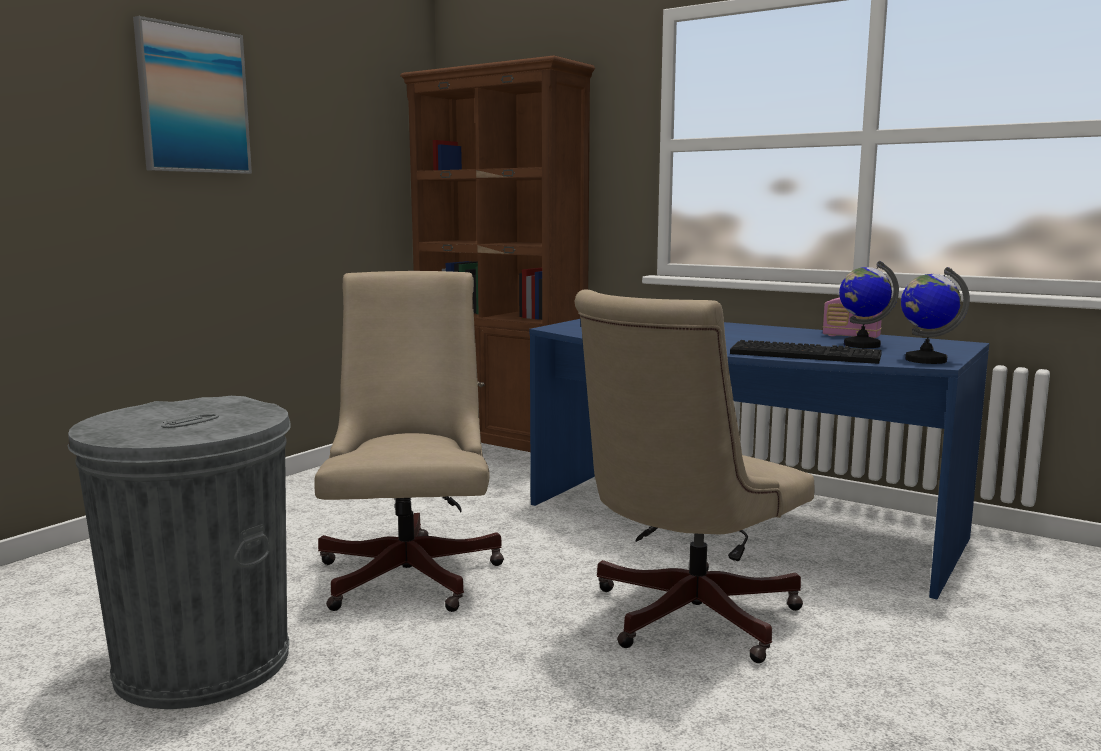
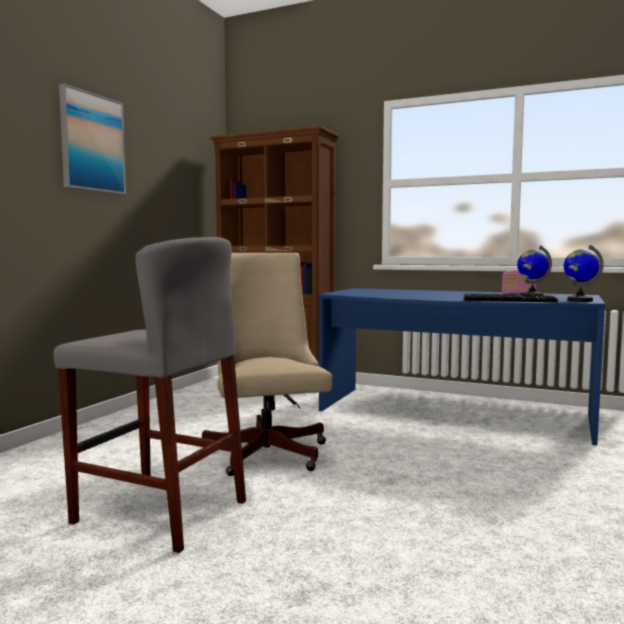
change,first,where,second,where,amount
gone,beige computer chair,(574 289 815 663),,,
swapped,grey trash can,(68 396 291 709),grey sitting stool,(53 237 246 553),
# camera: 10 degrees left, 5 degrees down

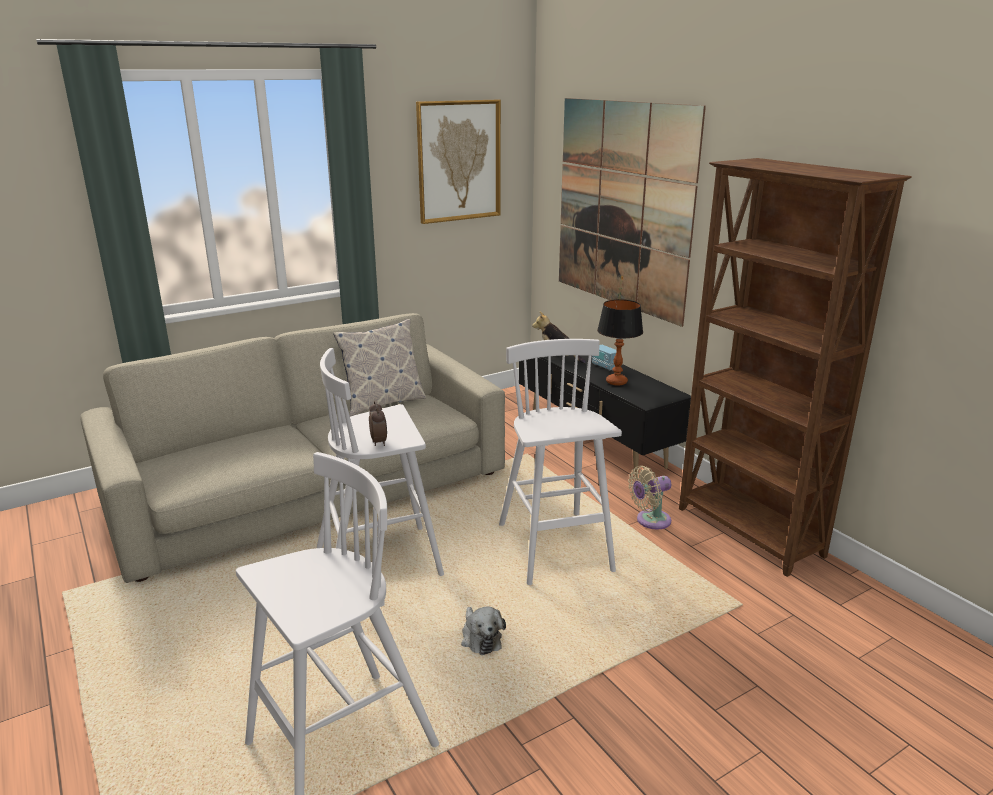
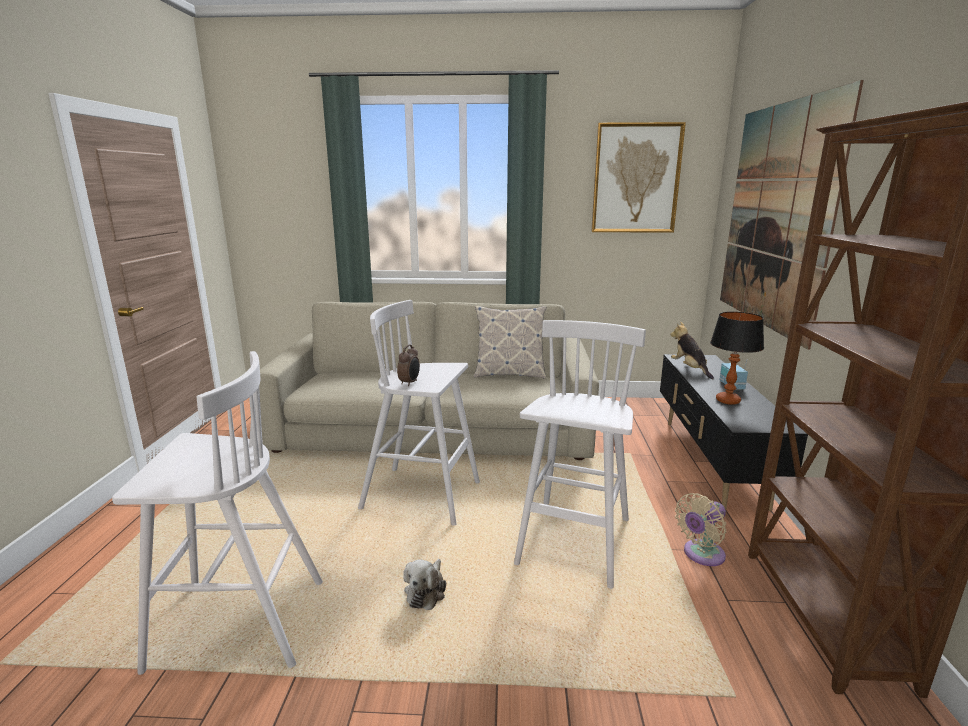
change,first,where,second,where,amount
rotated,beige fan,(628 466 671 530),,(675 493 726 566),45 degrees counterclockwise
# camera: 35 degrees right, 5 degrees down

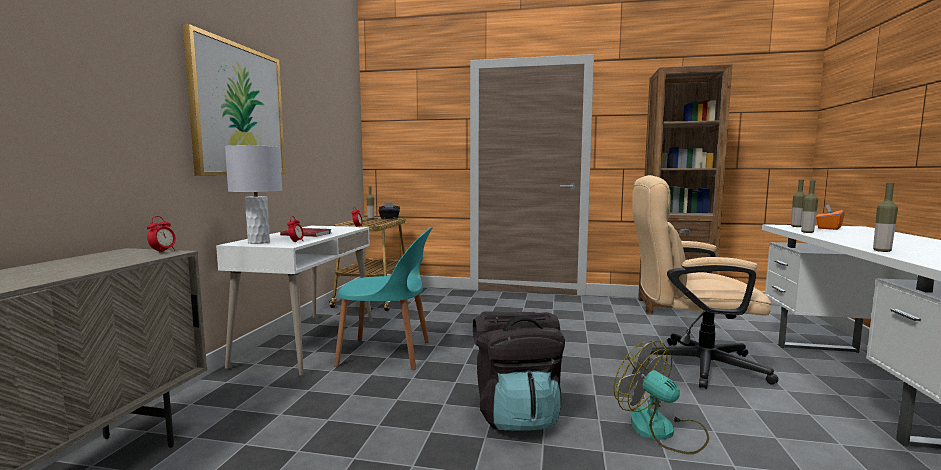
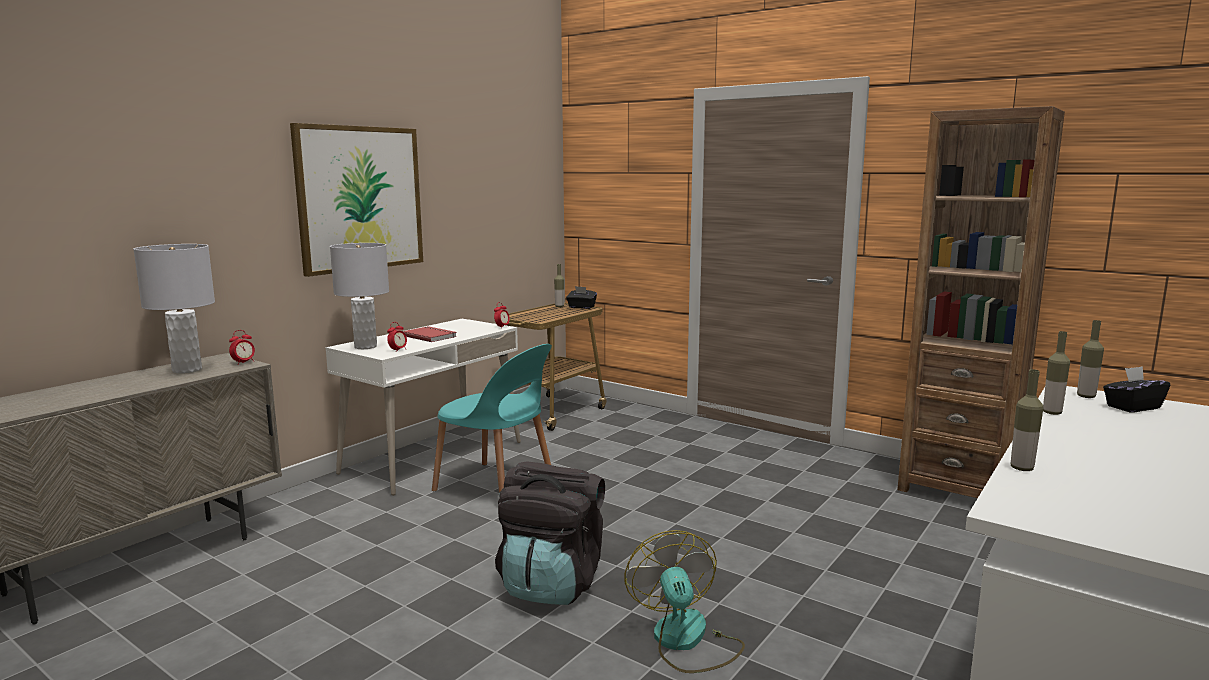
change,first,where,second,where,amount
gone,beige computer chair,(632 175 779 389),,,
repainted,orangey tissue holder,(816 204 845 230),black-coloured tissue holder,(1103 366 1170 413),
new,,,grey table lamp,(133 244 215 374),
# camera: 25 degrees right, 5 degrees up

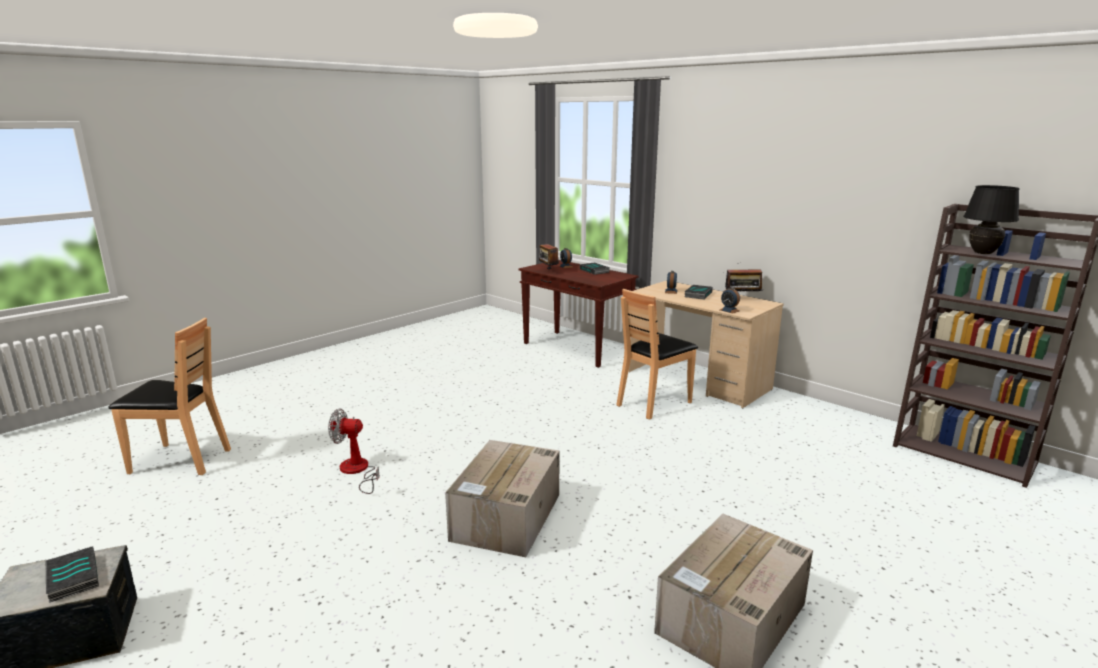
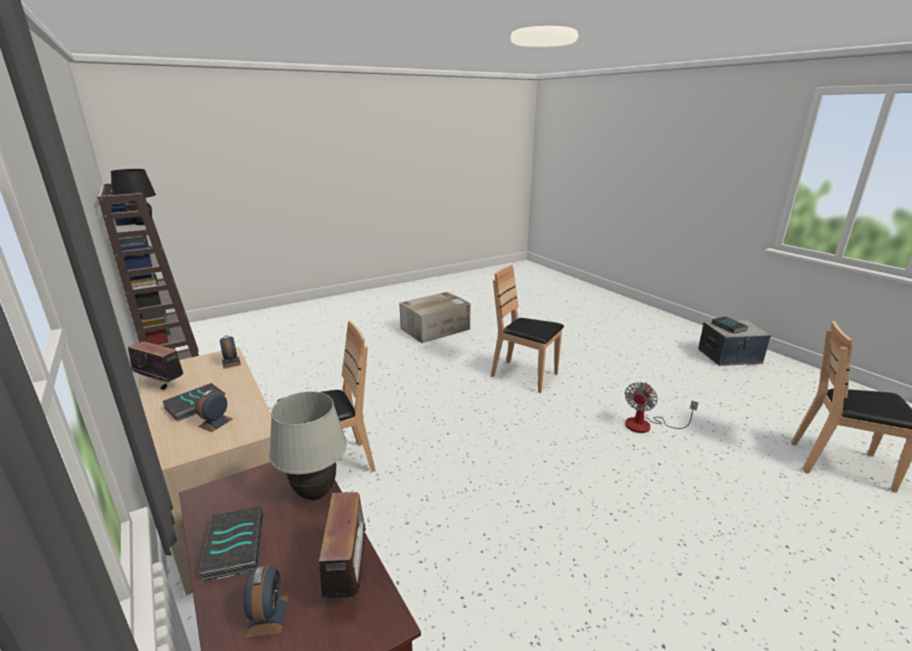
change,first,where,second,where,amount
rotated,fan,(328 408 380 494),,(625 382 699 433),105 degrees clockwise
swapped,packing box,(445 440 560 557),brownish plain chair,(491 265 564 393),
new,,,white table lamp,(269 391 347 500),
# camera: 165 degrees left, 5 degrees up

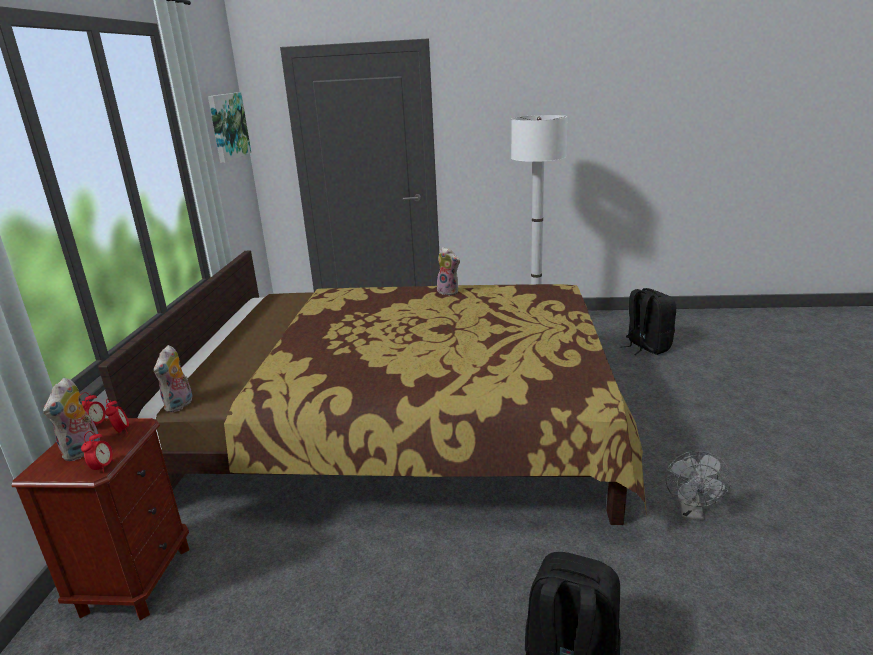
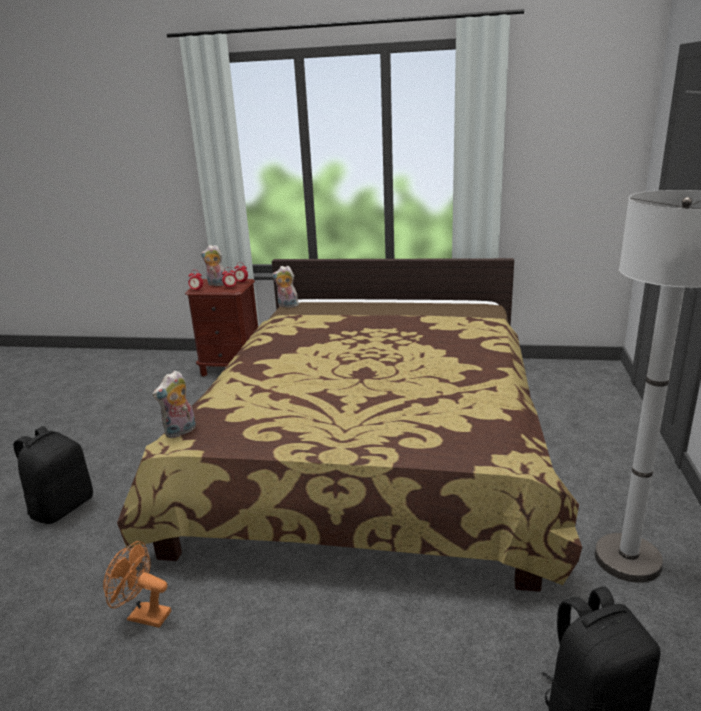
change,first,where,second,where,amount
gone,wall art,(208 92 251 163),,,
shifted,soft toy,(437 247 460 296),,(152 370 196 438),
repainted,grey fan,(665 451 731 520),orangey fan,(103 541 171 628),
# camera: 95 degrees right, 0 degrees up

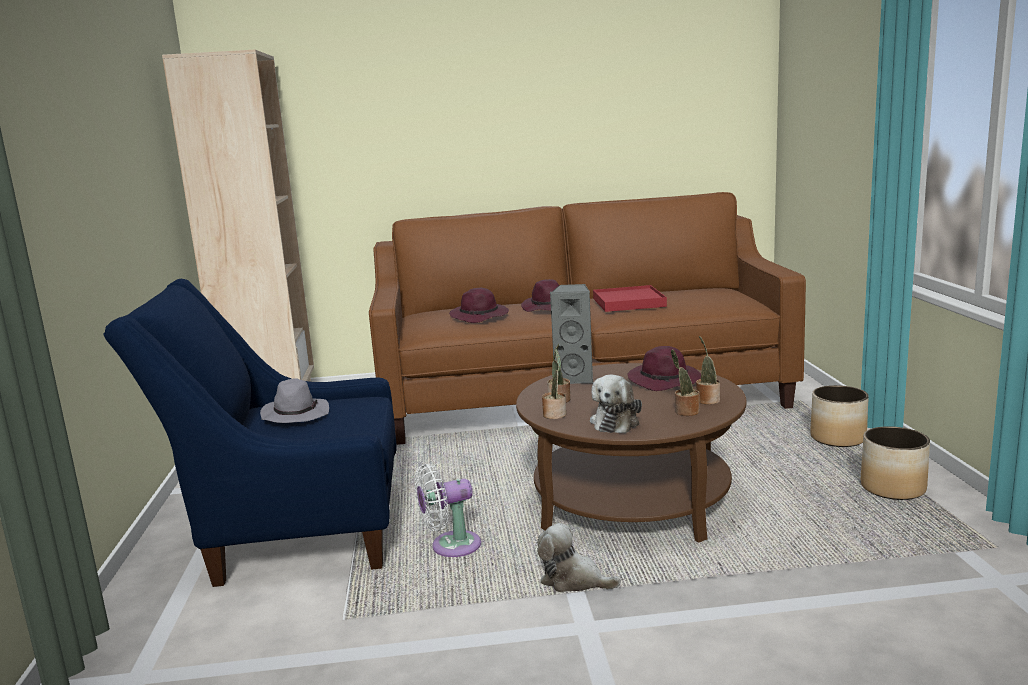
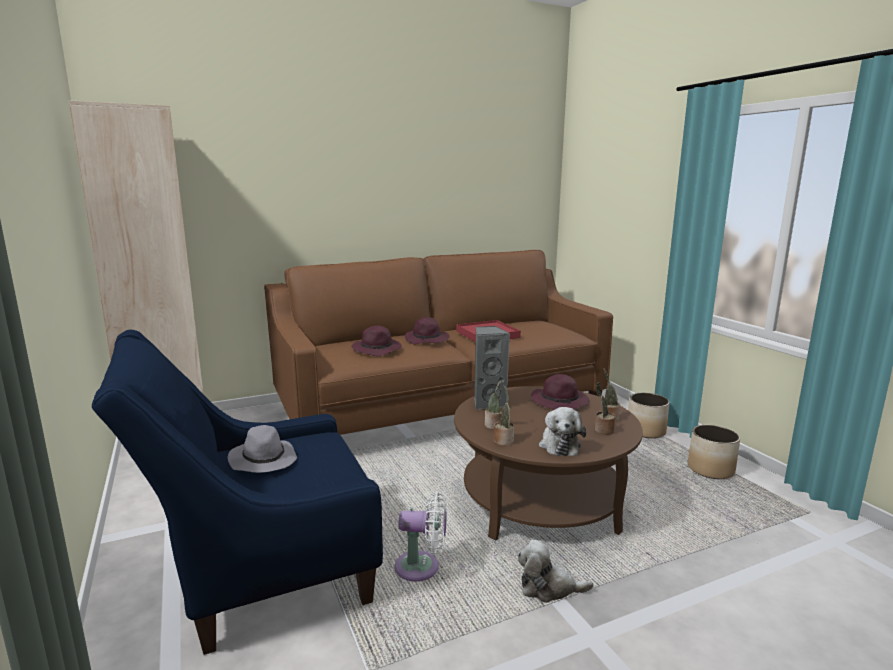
change,first,where,second,where,amount
rotated,white fan,(414 464 481 557),,(395 491 447 581),135 degrees counterclockwise
# camera: 20 degrees left, 0 degrees up

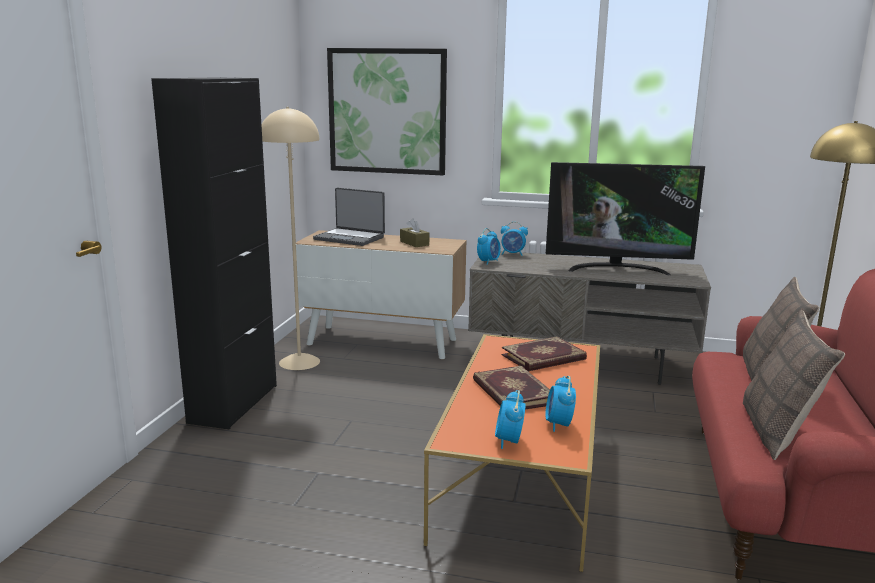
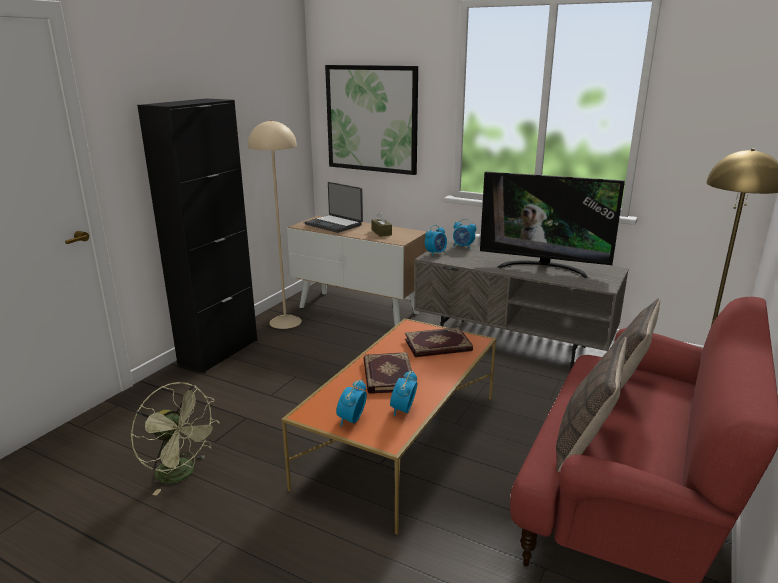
change,first,where,second,where,amount
new,,,green fan,(131 382 219 495),
# camera: 15 degrees right, 5 degrees up

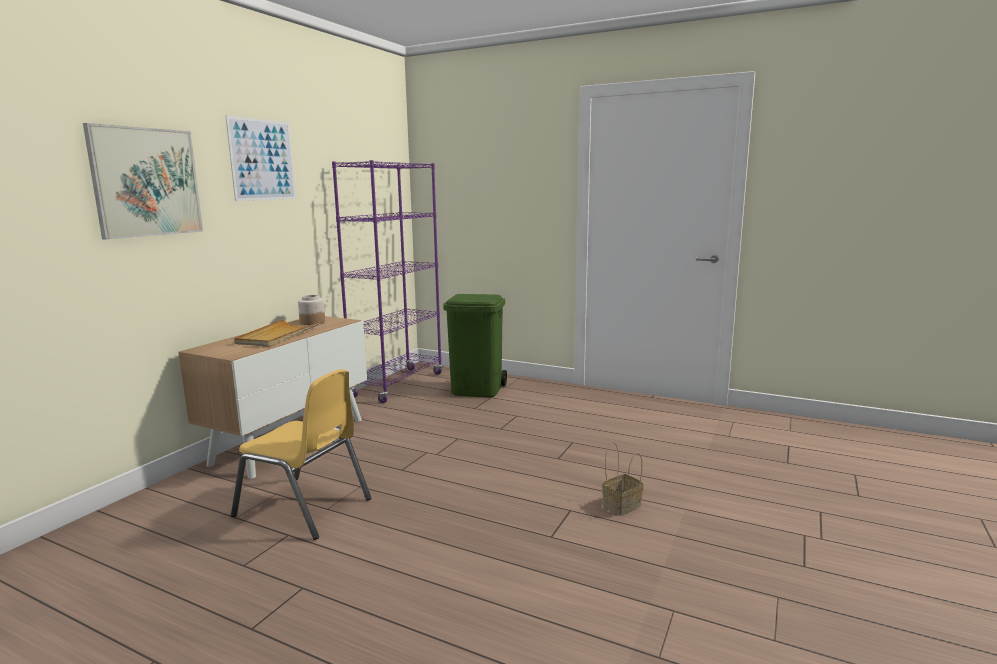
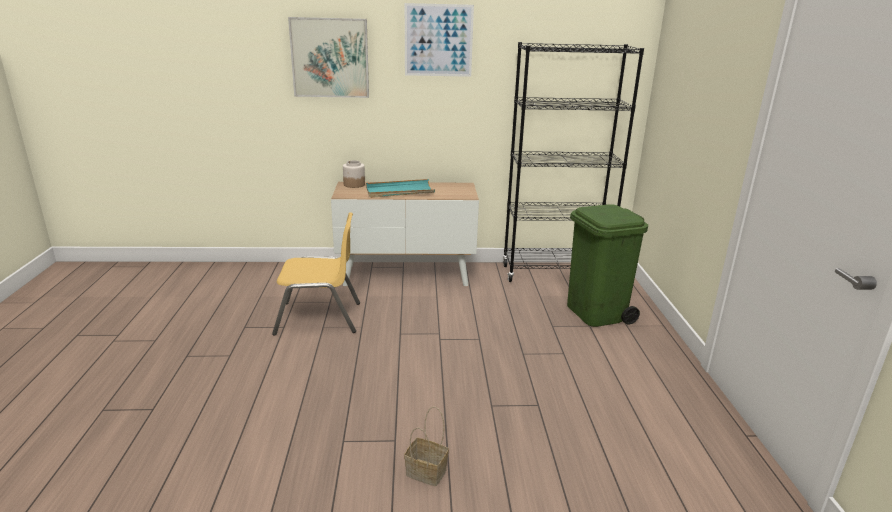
change,first,where,second,where,amount
repainted,purple-coloured bookshelf,(332 160 443 403),black-coloured bookshelf,(502 42 644 282),
shifted,storage jar,(298 295 325 325),,(343 160 365 188),
repainted,beige tray,(234 319 320 347),blue-green tray,(366 179 435 198),
rotated,yellow plain chair,(231 369 371 540),,(272 212 360 336),90 degrees counterclockwise
# camera: 60 degrees right, 10 degrees up

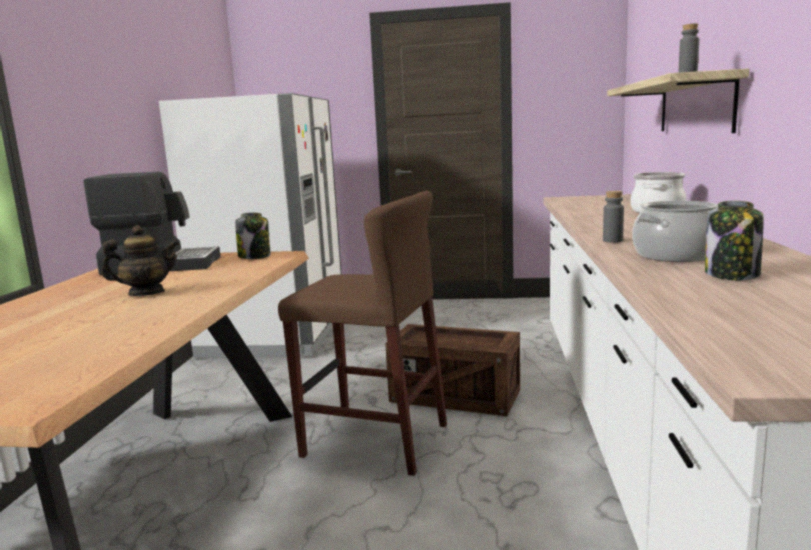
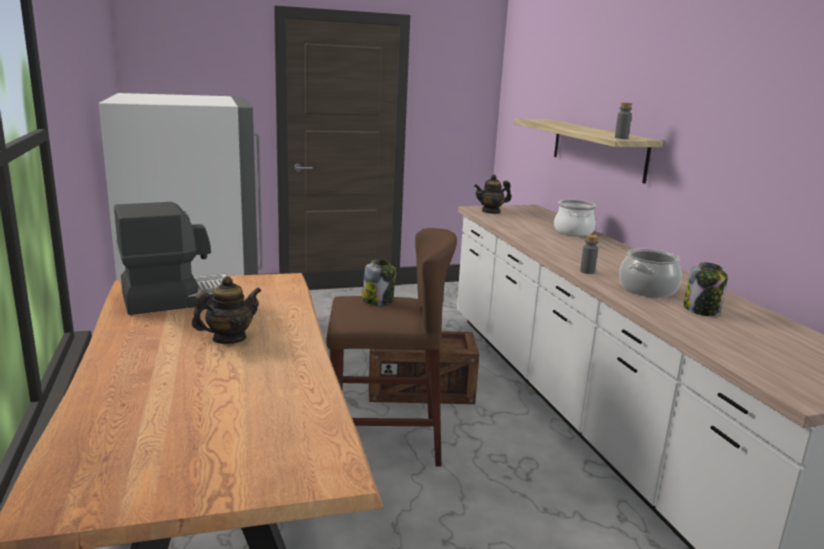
change,first,where,second,where,amount
shifted,storage jar,(235 213 270 259),,(362 260 396 305),
new,,,pot for tea,(474 174 511 214),
# camera: 25 degrees left, 5 degrees up

